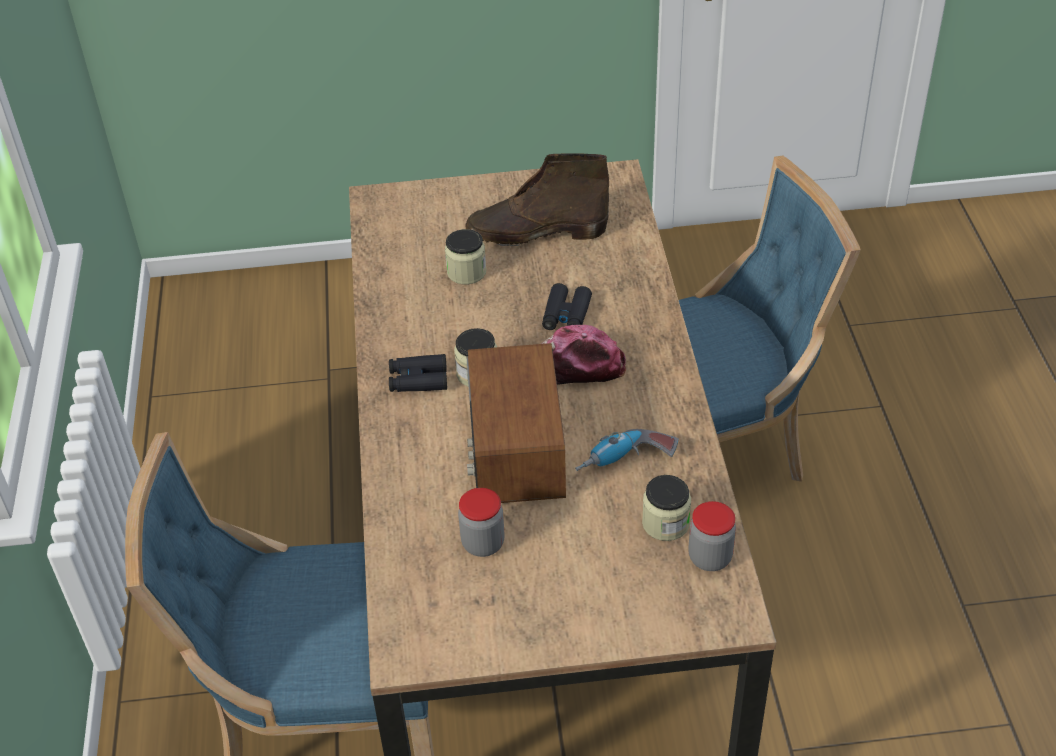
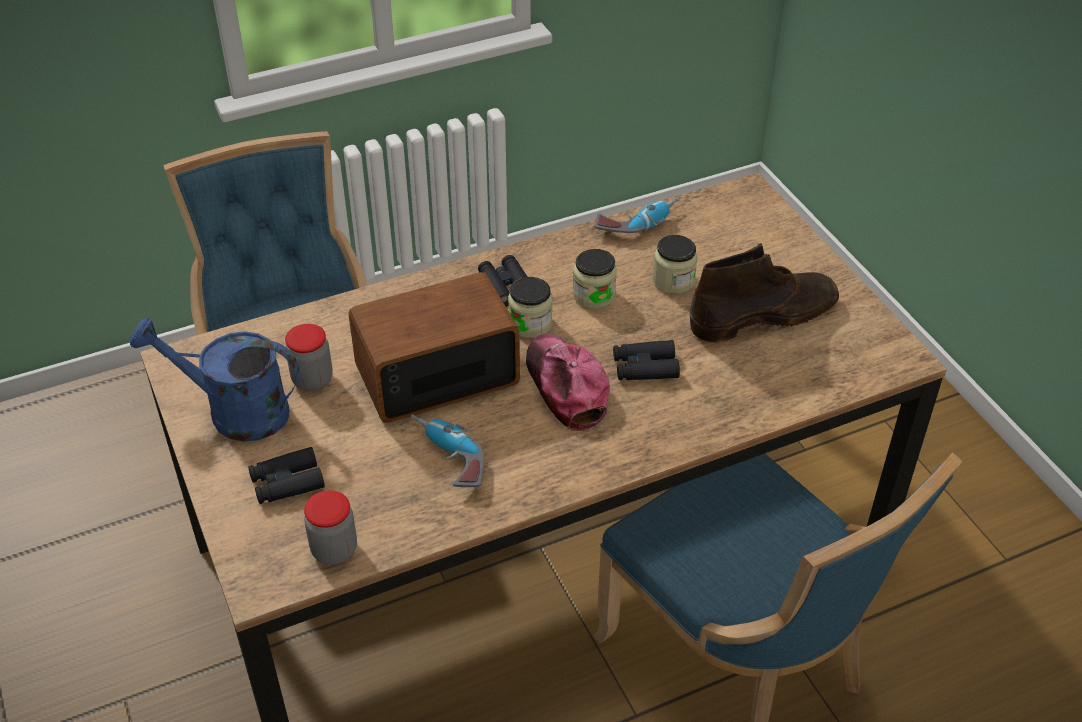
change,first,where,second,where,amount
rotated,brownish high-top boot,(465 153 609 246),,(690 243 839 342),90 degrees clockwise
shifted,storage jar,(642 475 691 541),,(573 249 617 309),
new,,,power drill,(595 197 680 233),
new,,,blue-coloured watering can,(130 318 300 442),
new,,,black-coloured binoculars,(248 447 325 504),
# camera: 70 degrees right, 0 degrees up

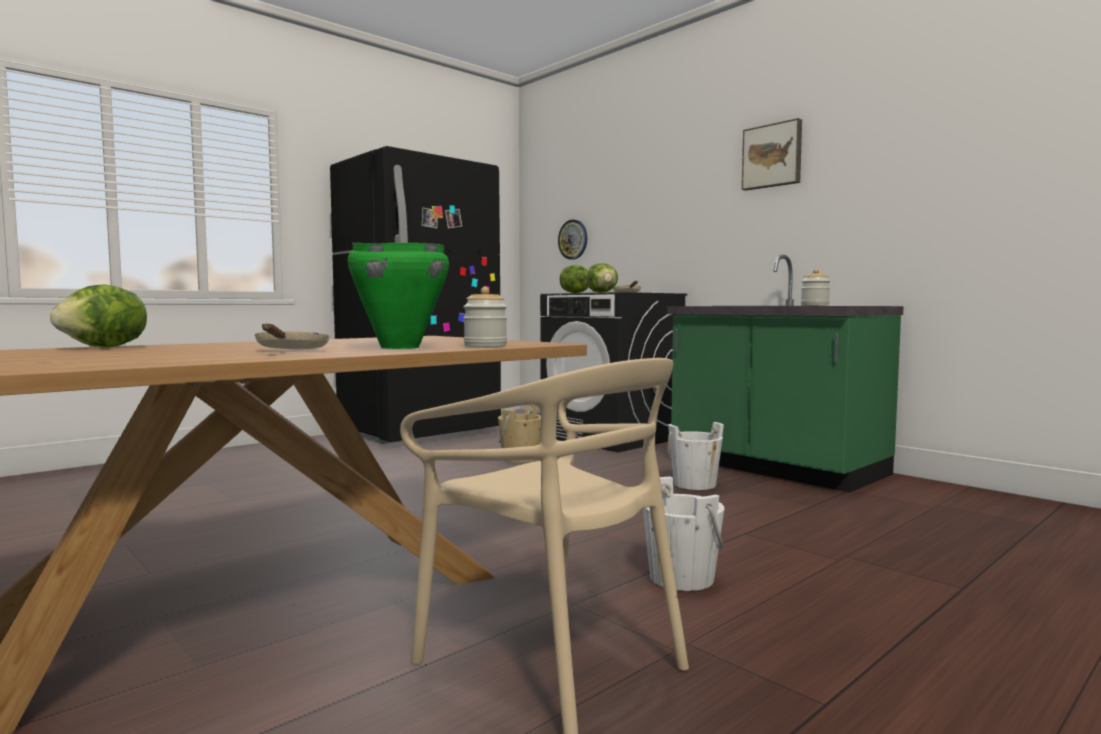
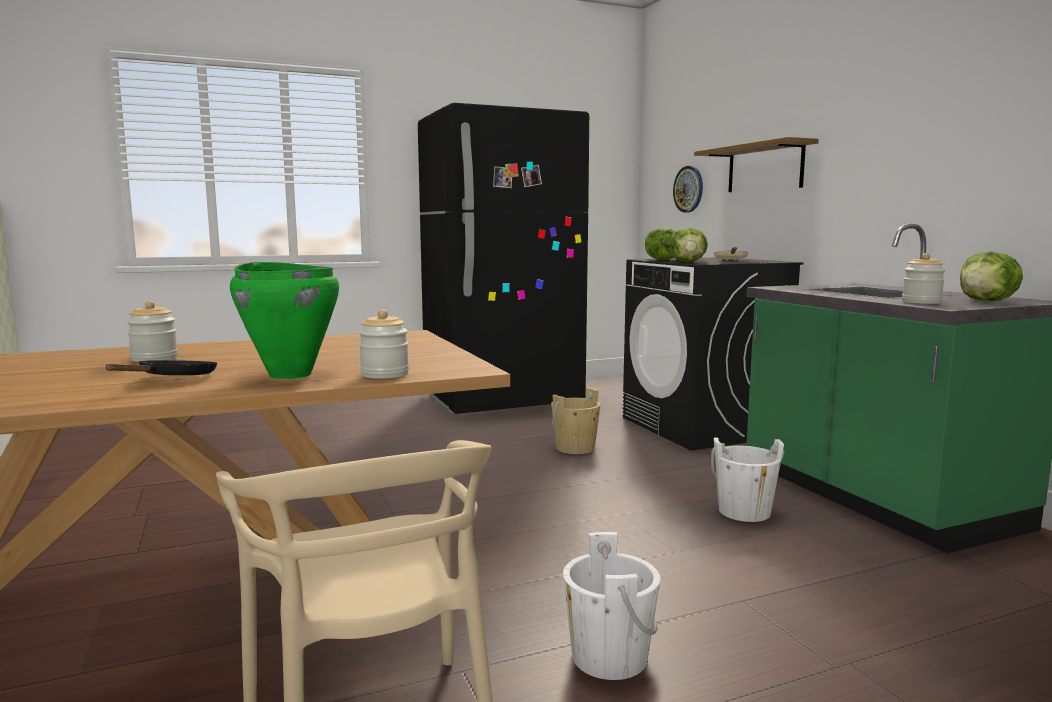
change,first,where,second,where,amount
gone,wall art,(742 118 802 191),,,
shifted,lettuce head,(50 284 147 347),,(960 252 1023 301),
repainted,beige pan,(255 324 331 349),black-coloured pan,(106 360 217 375),
new,,,bracket shelf,(694 137 819 192),
new,,,storage jar,(127 301 178 362),
# camera: 20 degrees right, 5 degrees up

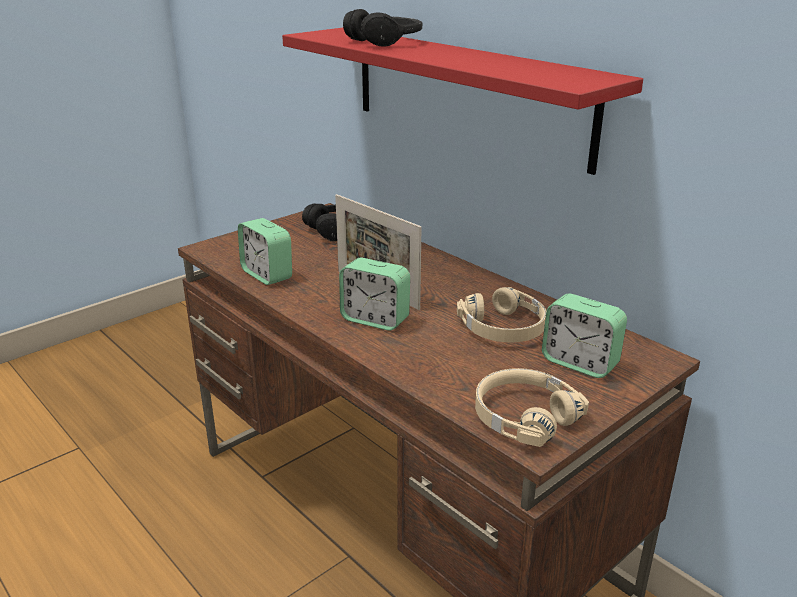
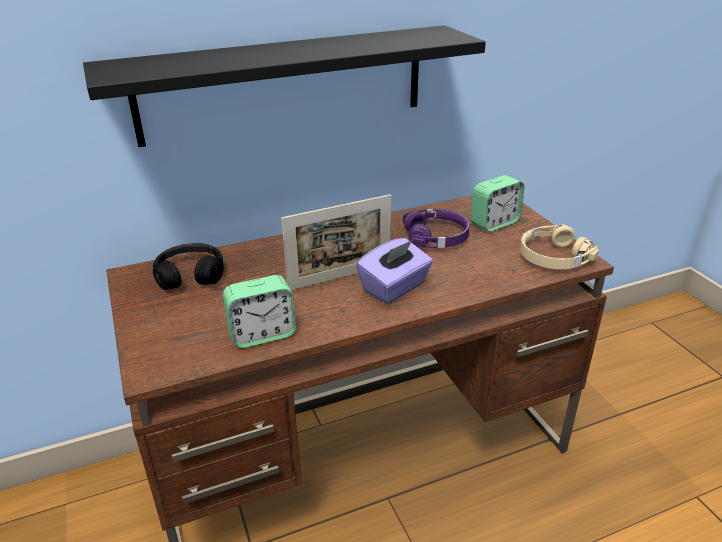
change,first,where,second,where,amount
gone,black-coloured pair of headphones,(343 9 422 47),,,
repainted,reddish bracket shelf,(282 28 643 175),black-coloured bracket shelf,(83 25 486 147),
swapped,alarm clock,(339 258 410 331),purple-coloured tissue holder,(356 238 433 304),
repainted,beige pair of headphones,(457 287 546 342),purple-coloured pair of headphones,(403 209 470 248),
# camera: 70 degrees left, 5 degrees up

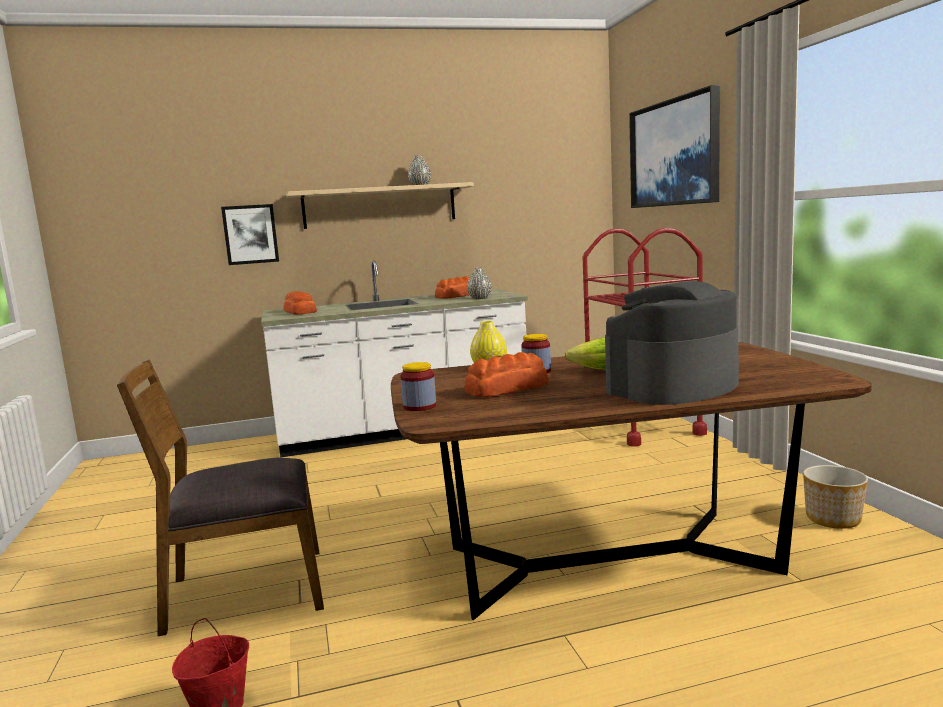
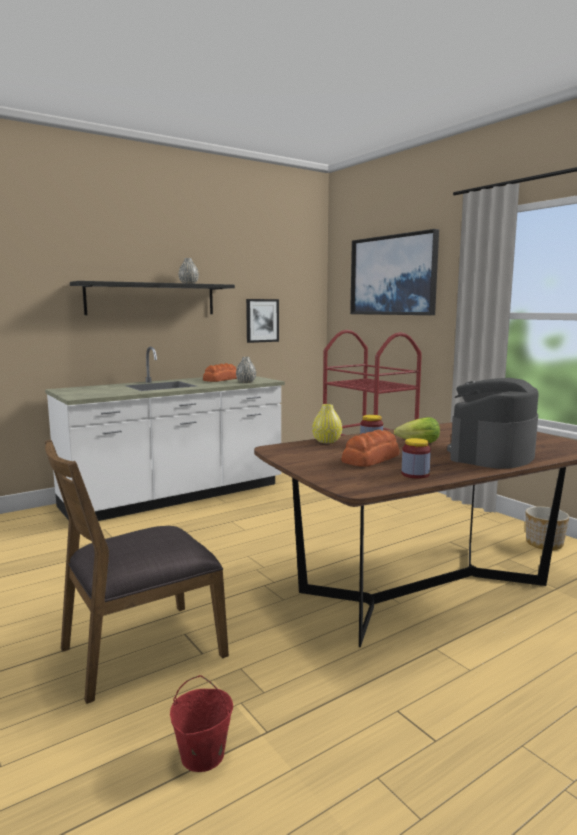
change,first,where,second,where,amount
repainted,beige bracket shelf,(286 182 474 229),black-coloured bracket shelf,(70 281 235 315),
shifted,wall art,(221 204 279 265),,(246 299 279 343),
gone,bakery bread,(284 291 317 315),,,
shifted,storage jar,(400 362 436 411),,(402 438 431 479),
# camera: 20 degrees left, 0 degrees up

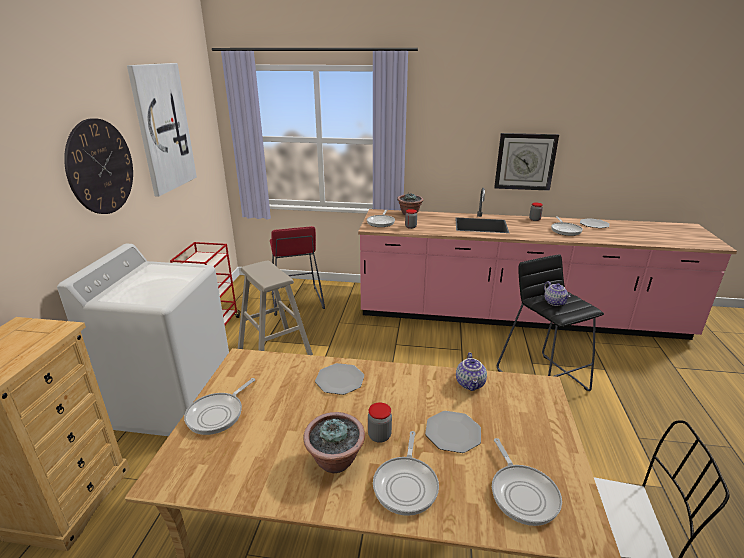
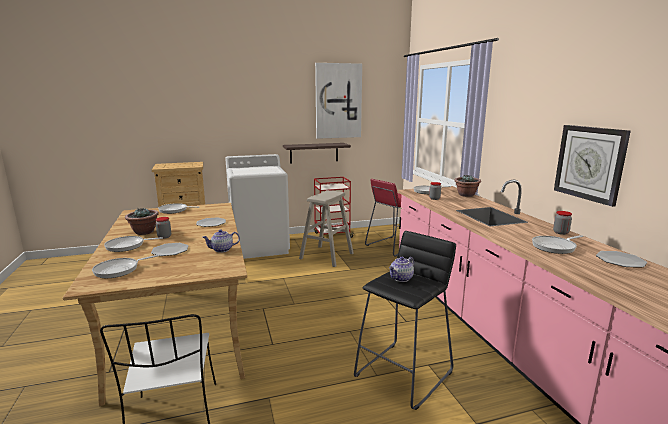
change,first,where,second,where,amount
gone,wall clock,(64 118 133 214),,,
new,,,bracket shelf,(283 143 351 163),
# camera: 65 degrees right, 10 degrees down

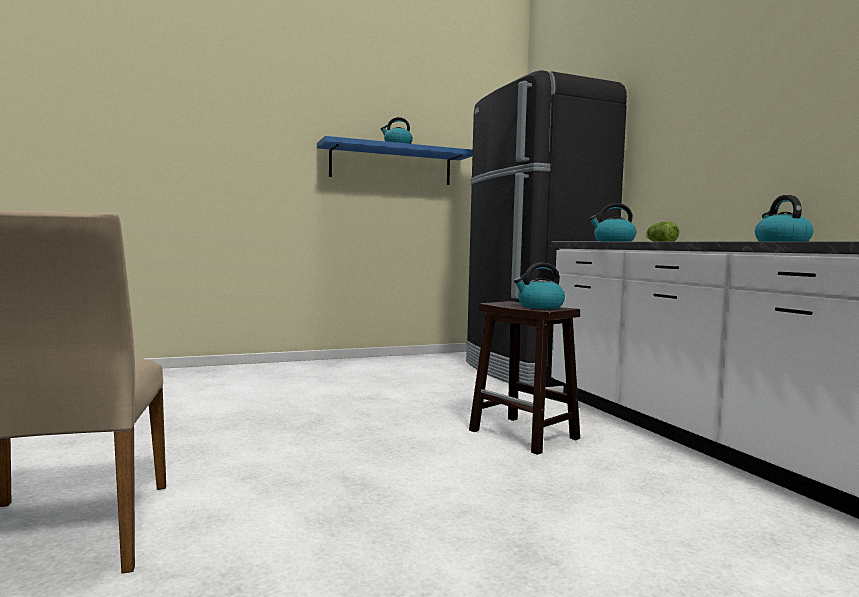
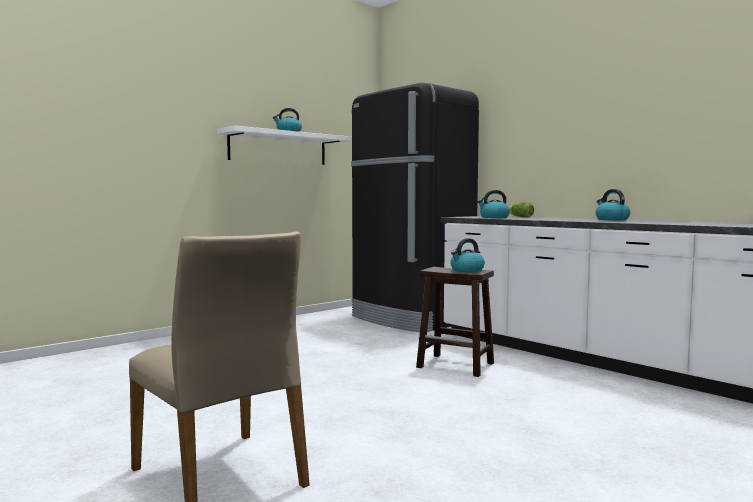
change,first,where,second,where,amount
repainted,blue-coloured bracket shelf,(317 136 473 185),white bracket shelf,(217 126 352 165),
# camera: 20 degrees left, 0 degrees up

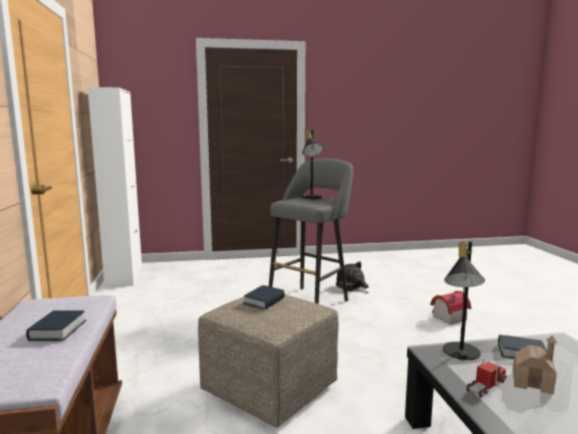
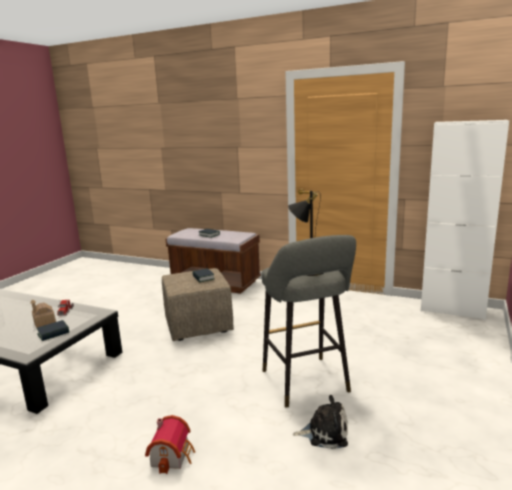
change,first,where,second,where,amount
gone,black-coloured table lamp,(443 241 485 360),,,
# camera: 125 degrees right, 5 degrees up

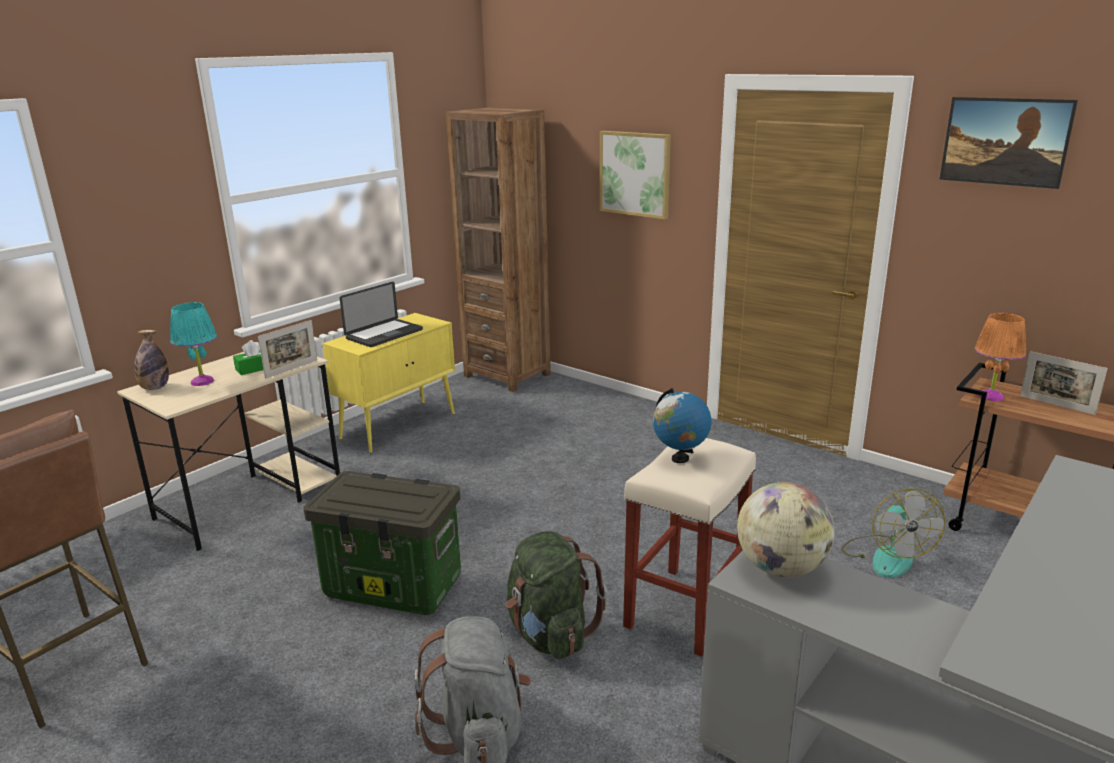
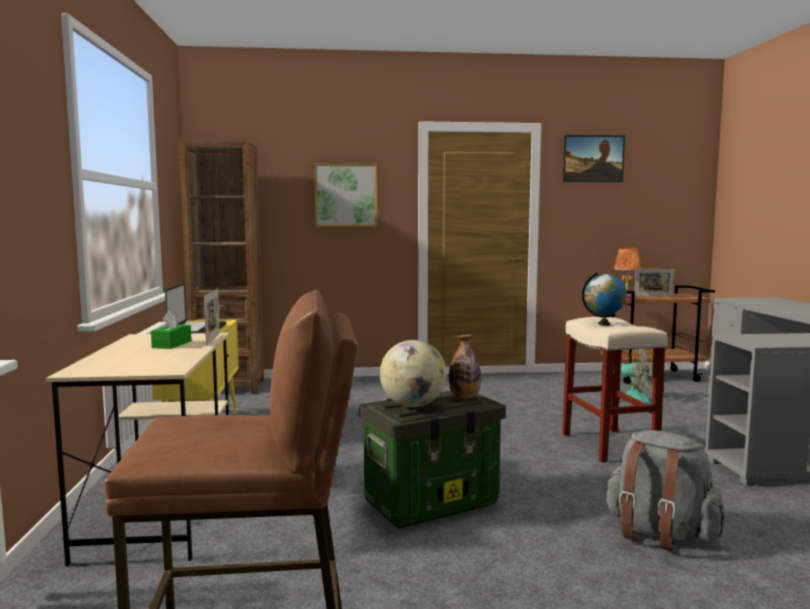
change,first,where,second,where,amount
gone,blue-green table lamp,(170 302 217 386),,,
shifted,bottle,(134 330 169 390),,(449 335 481 399),
shifted,world globe,(737 482 834 577),,(380 340 447 407),
gone,green knapsack,(505 531 607 659),,,
# camera: 45 degrees left, 15 degrees down

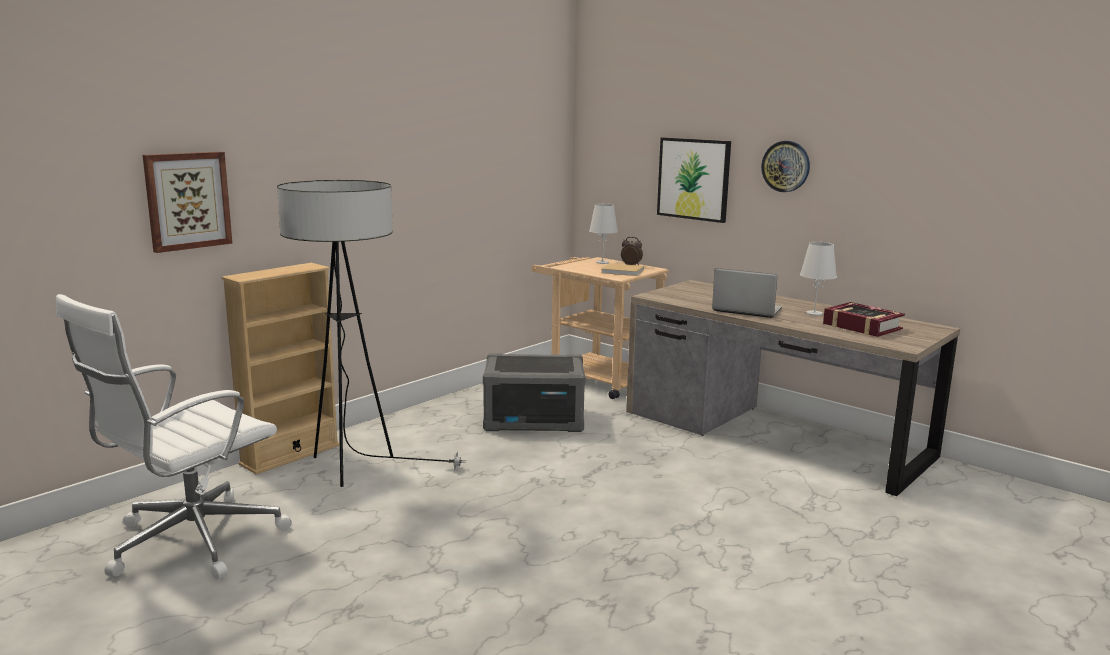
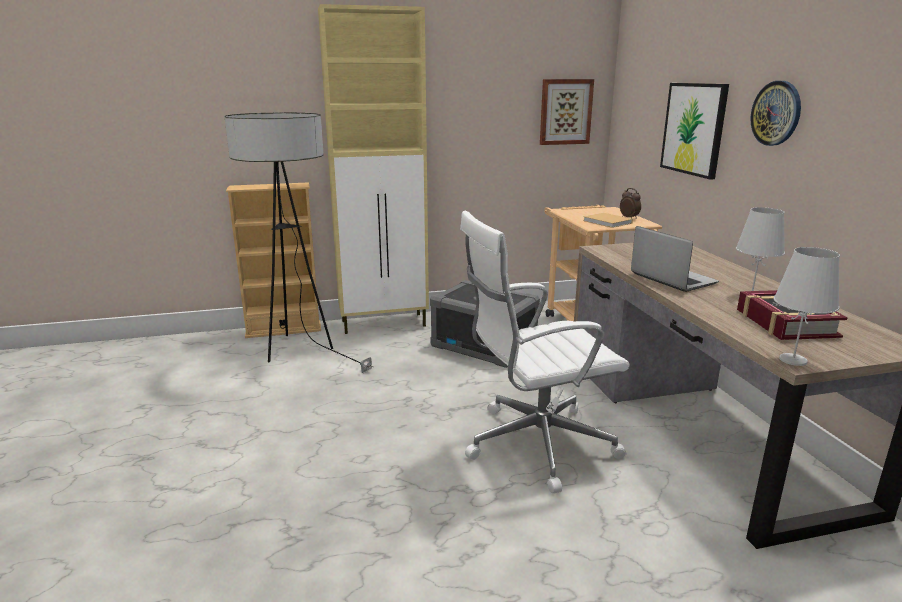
change,first,where,second,where,amount
shifted,wall art,(143 152 232 253),,(540 79 594 145),
shifted,white table lamp,(589 204 618 264),,(773 247 840 366),
shifted,white computer chair,(56 294 292 579),,(460 211 630 494),
new,,,beige cupboard,(318 4 429 334),
# camera: 35 degrees right, 5 degrees up

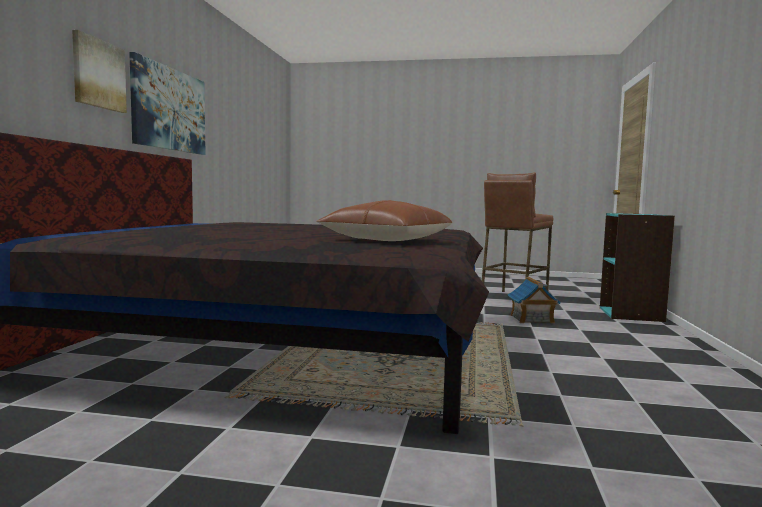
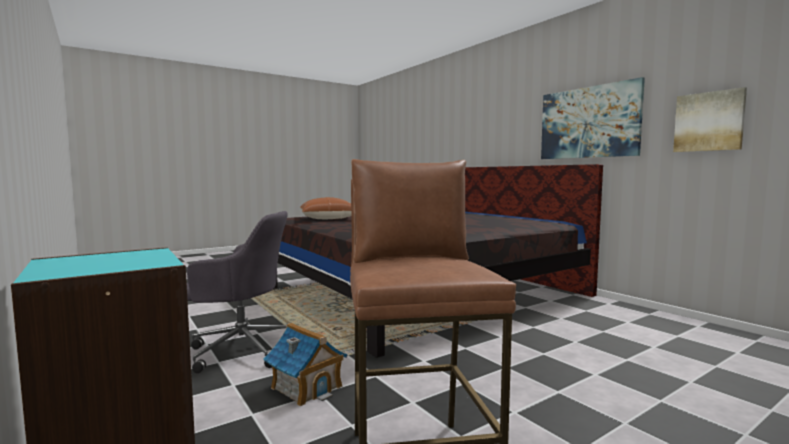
change,first,where,second,where,amount
shifted,wall art,(72 30 127 113),,(673 87 747 152),
new,,,grey computer chair,(187 211 288 373),
# camera: 135 degrees right, 0 degrees up

